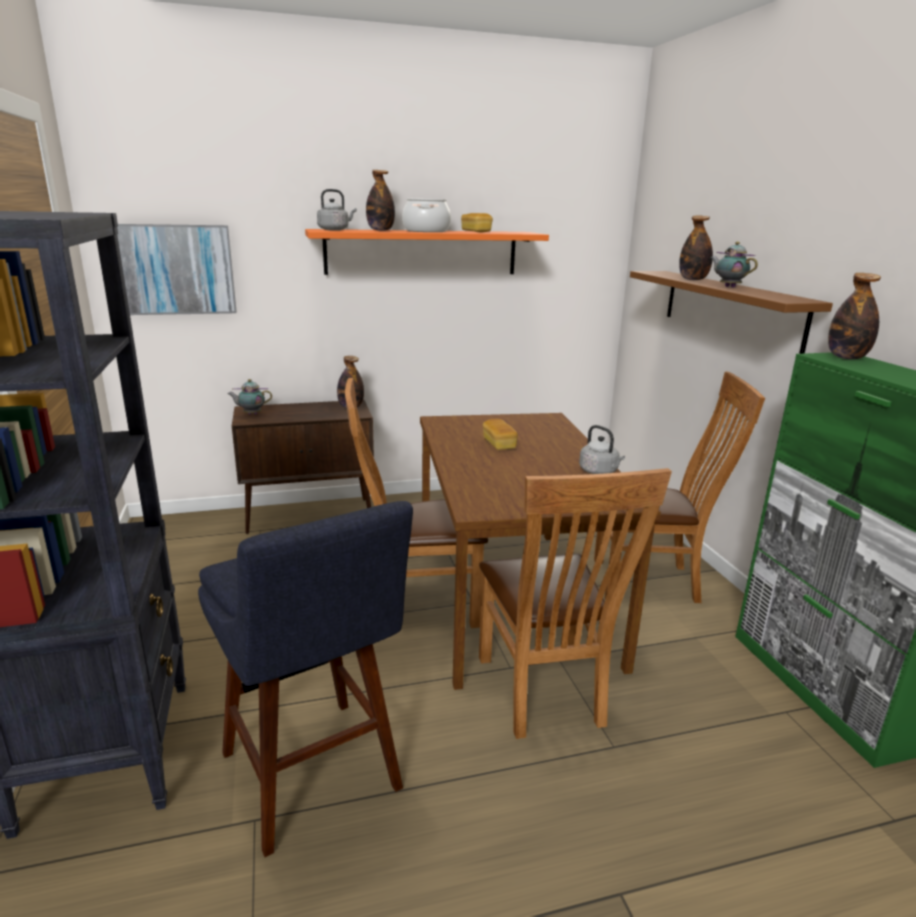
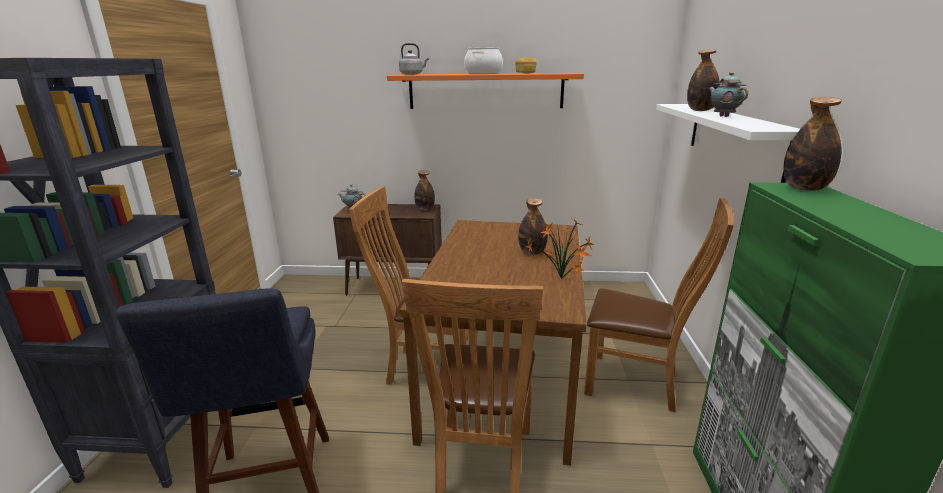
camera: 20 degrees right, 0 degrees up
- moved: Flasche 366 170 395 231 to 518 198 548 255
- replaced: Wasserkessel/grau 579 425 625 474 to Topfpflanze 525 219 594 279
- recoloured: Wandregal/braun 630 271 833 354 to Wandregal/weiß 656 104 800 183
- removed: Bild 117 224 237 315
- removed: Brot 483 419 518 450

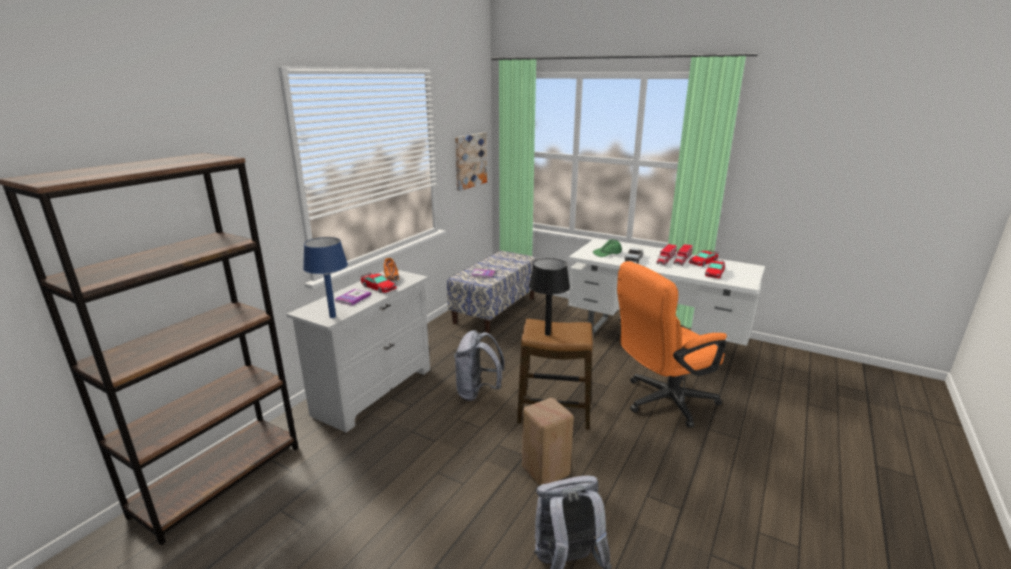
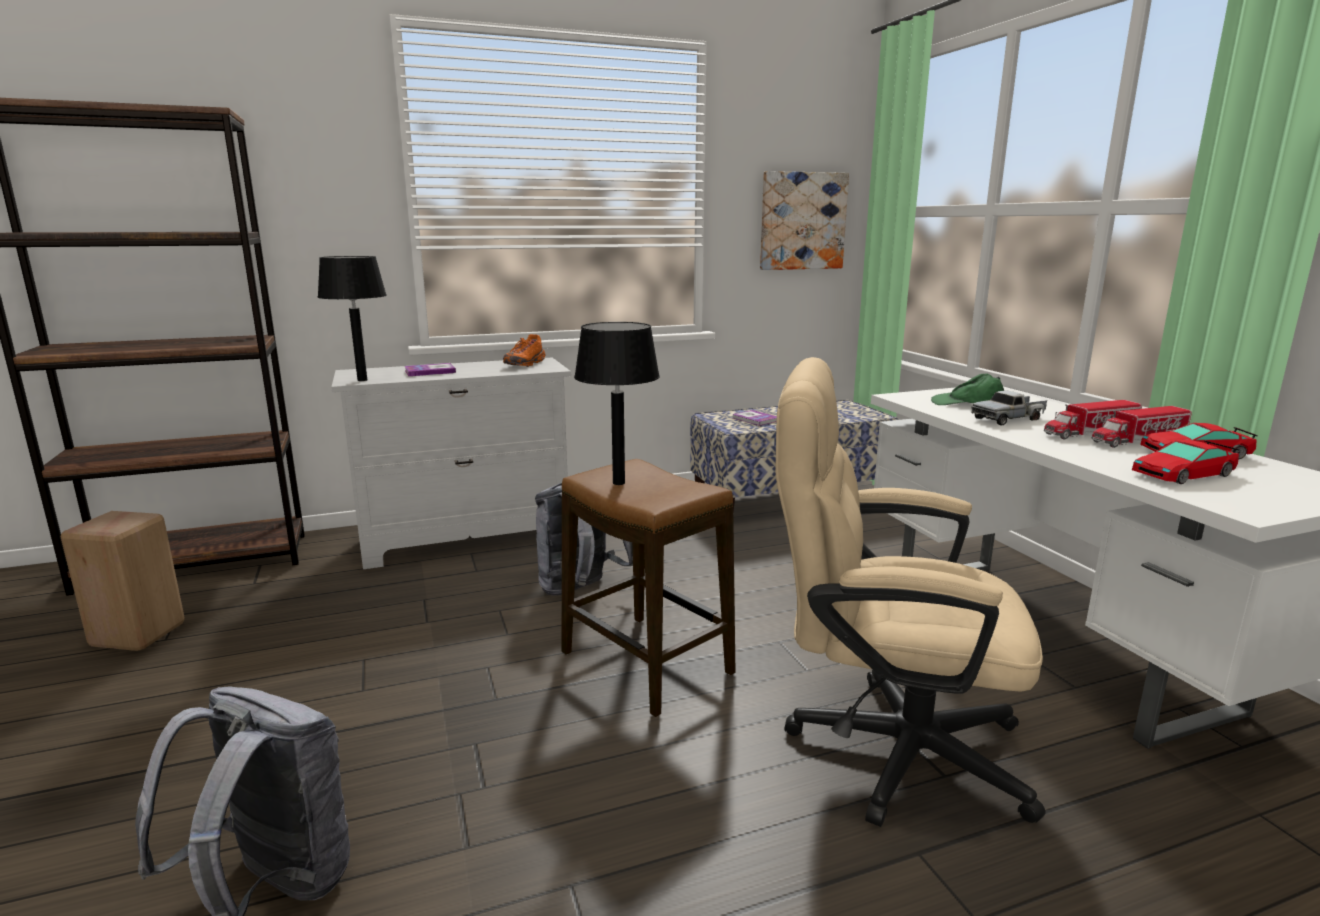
camera: 40 degrees right, 5 degrees down
- moved: Hocker/beige 522 398 574 486 to 61 511 185 651
- recoloured: Tischlampe/blau 303 237 348 318 to Tischlampe/schwarz 317 256 387 381
- recoloured: Bürostuhl/orange 617 261 727 428 to Bürostuhl/beige 776 357 1045 827
- removed: Spielzeugauto 361 272 397 293

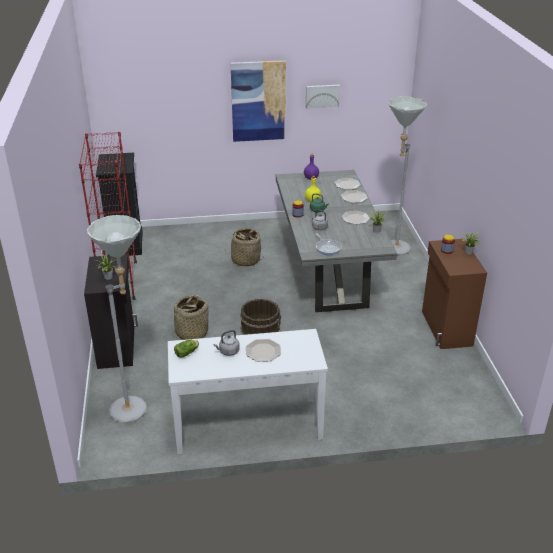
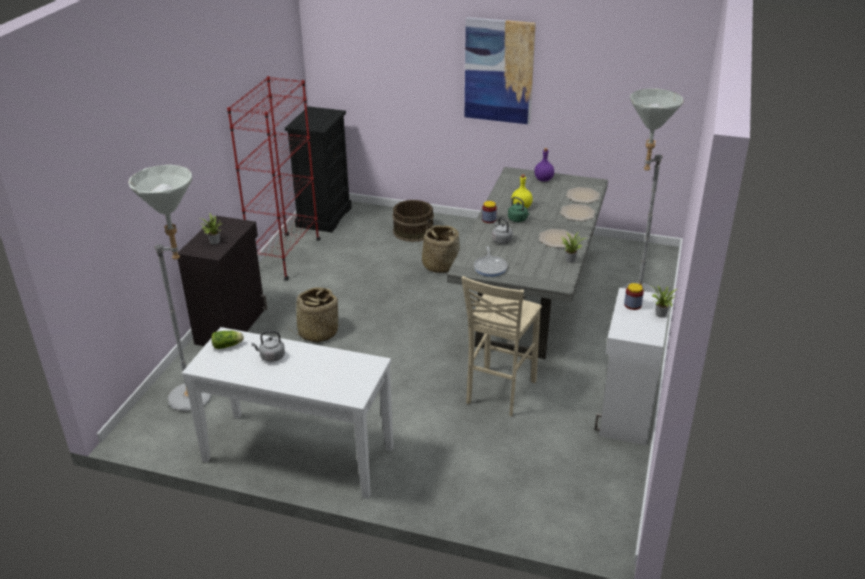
camera: 25 degrees right, 0 degrees up
- moved: Eimer/braun 240 299 281 335 to 392 200 434 242
- added: Hocker/beige 461 276 542 416
- recoloured: Schrank/braun 422 239 487 349 to Schrank/weiß 594 288 671 446
- removed: Teller 246 339 281 362
- removed: Bild 306 85 340 109

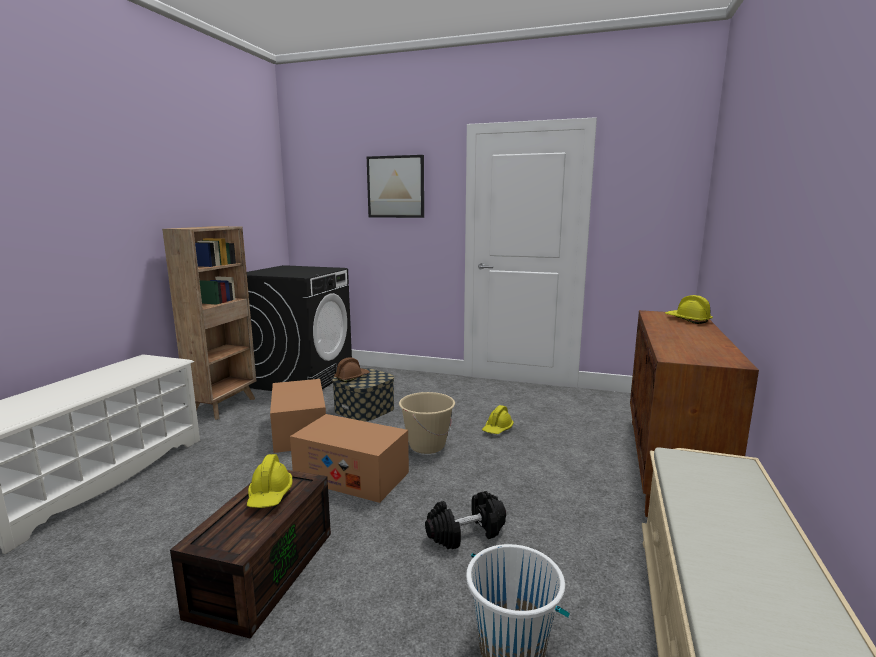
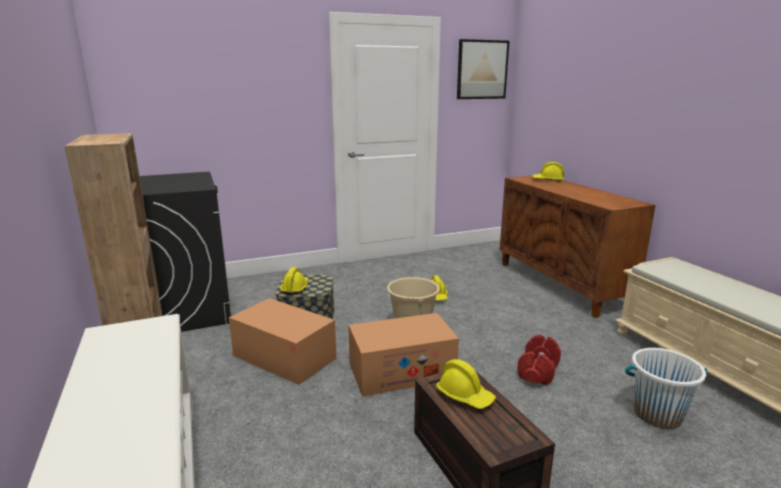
camera: 40 degrees left, 5 degrees up
- recoloured: Schutzhelm/braun 334 357 370 382 to Schutzhelm/gelb 280 267 308 294
- moved: Bild 367 155 424 218 to 457 39 509 99
- recoloured: Hantel/schwarz 425 491 506 549 to Hantel/rot 517 334 561 385

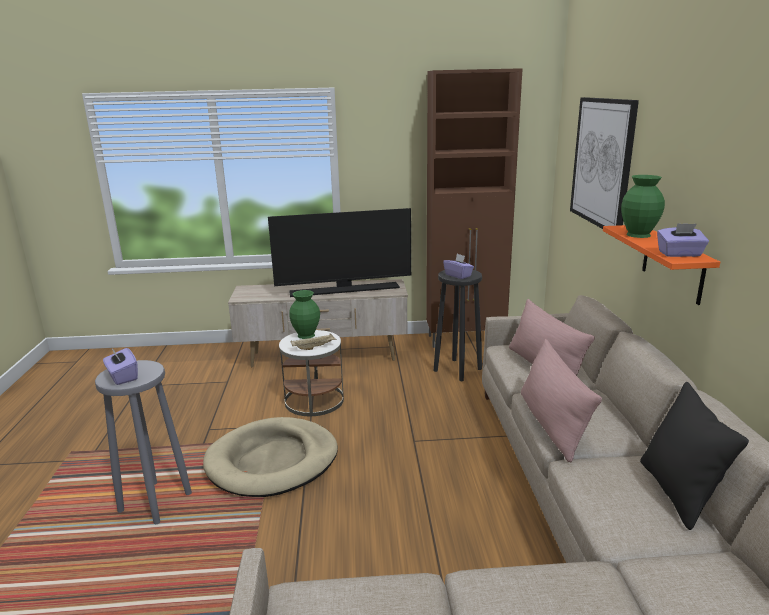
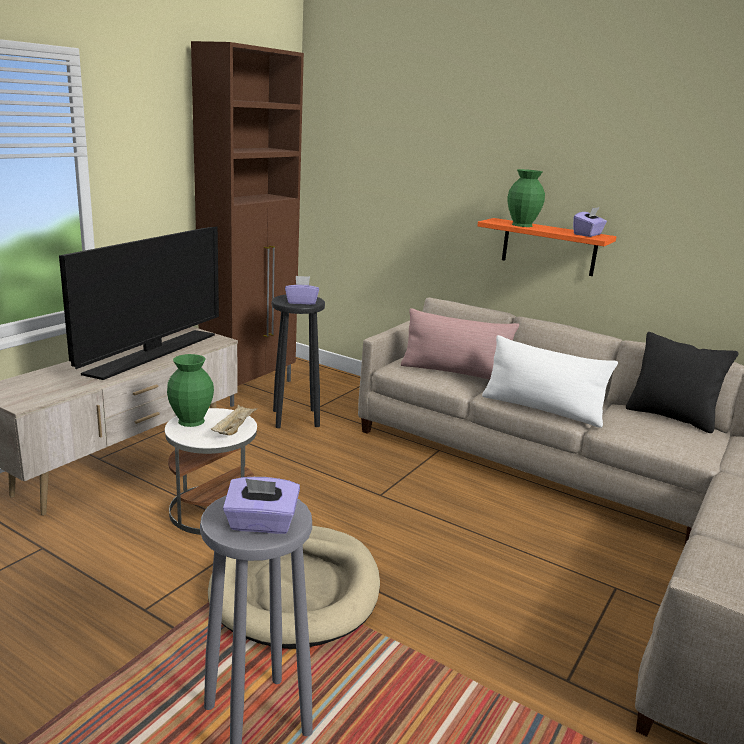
camera: 55 degrees left, 0 degrees up
- recoloured: Kissen/rosa 521 339 602 463 to Kissen/weiß 482 335 618 428
- removed: Bild 570 97 639 229

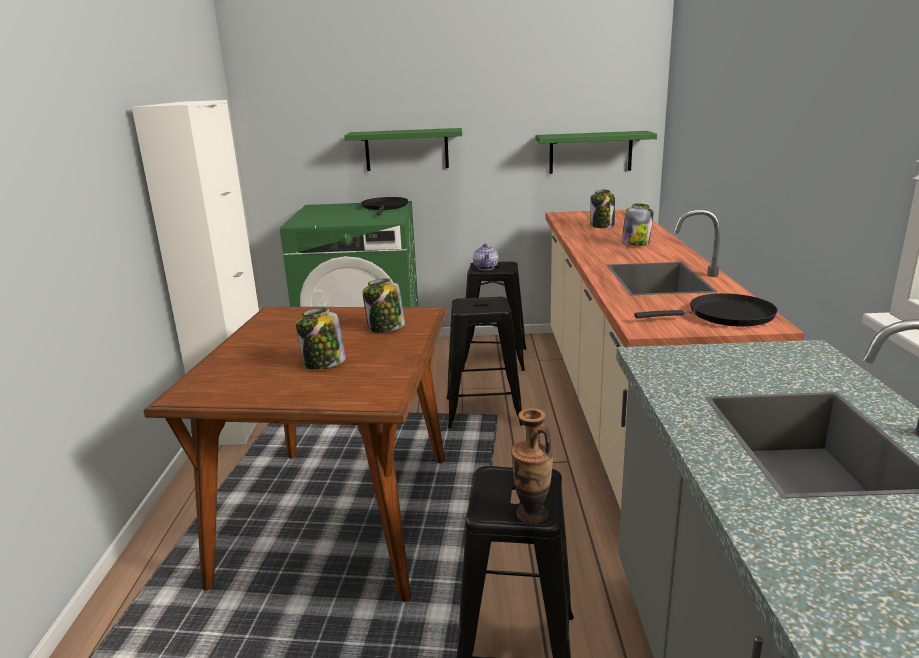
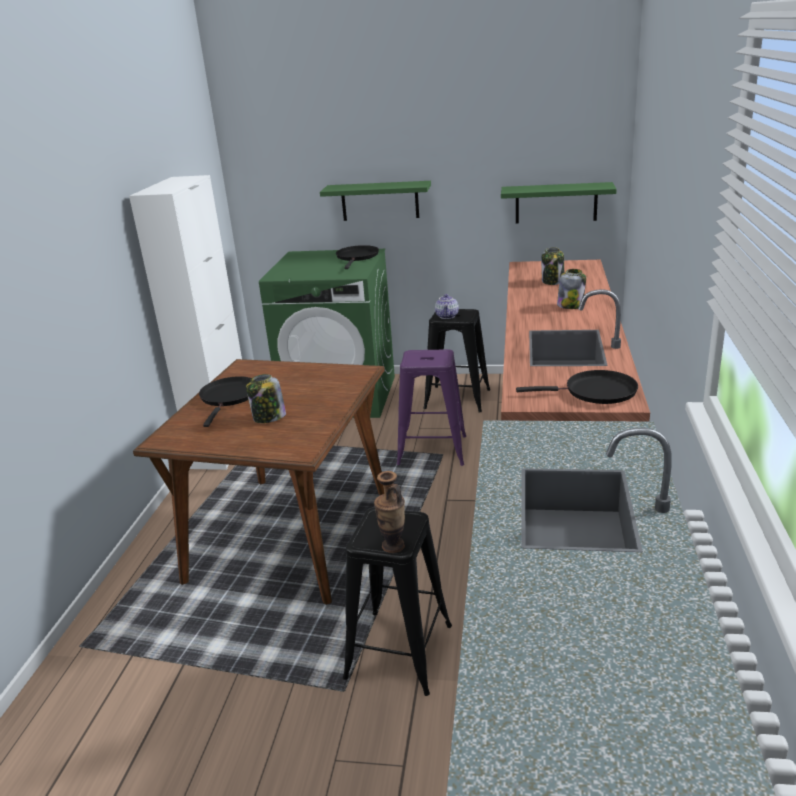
camera: 10 degrees right, 5 degrees up
- added: Pfanne/schwarz 199 376 251 427
- recoloured: Hocker/schwarz 446 297 523 428 to Hocker/lila 397 349 466 466
- removed: Vorratsglas 363 278 405 333

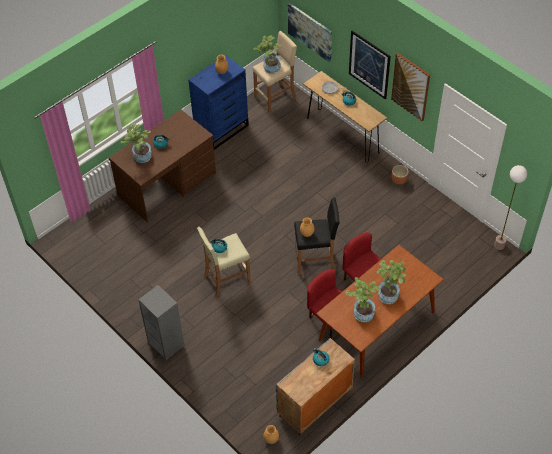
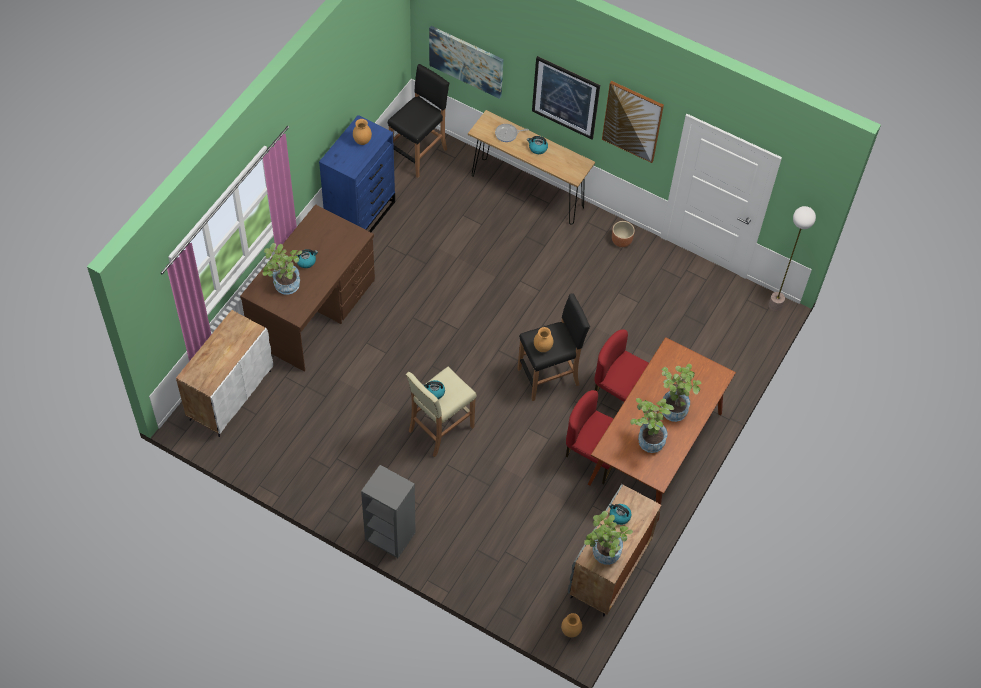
camera: 20 degrees left, 5 degrees up
- added: Schrank/weiß 176 310 273 437
- recoloured: Hocker/beige 252 31 297 113 to Hocker/schwarz 388 64 449 178
- moved: Topfpflanze 253 35 282 74 to 584 511 633 565

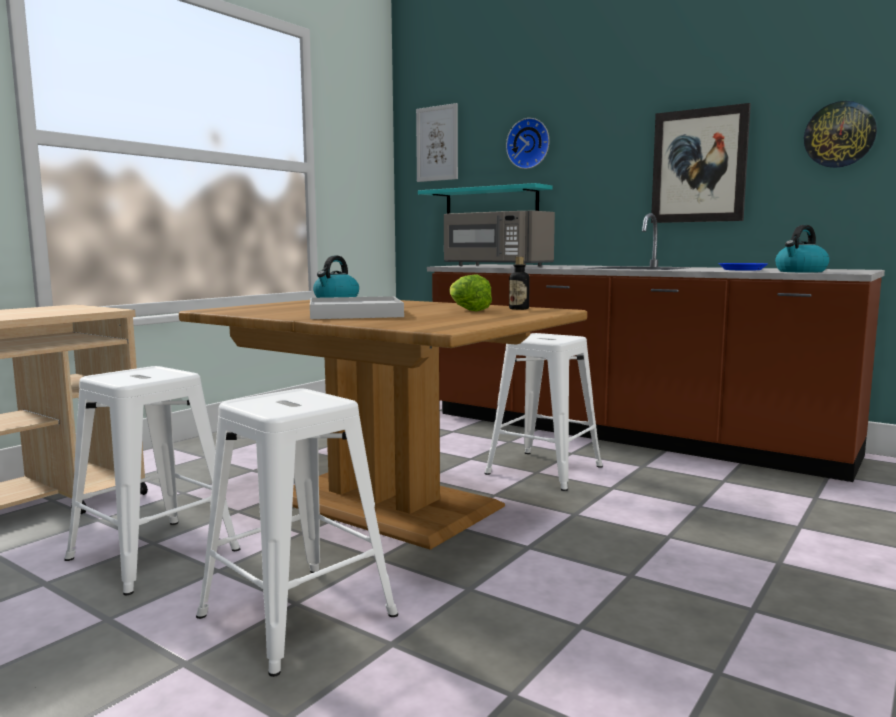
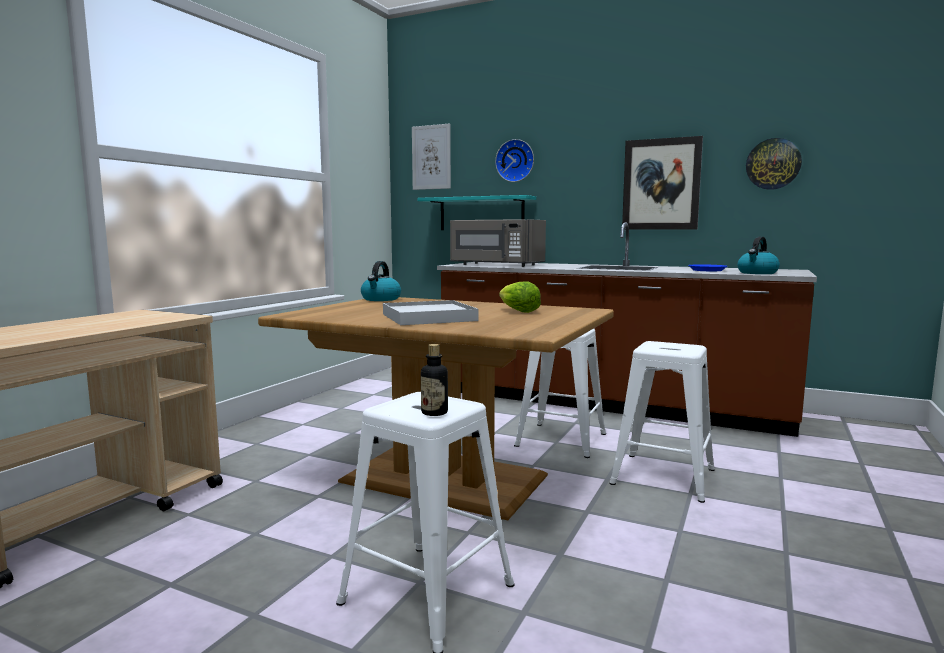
camera: 10 degrees left, 0 degrees up
- moved: Flasche 509 257 530 310 to 421 344 448 416
- moved: Hocker/weiß 64 366 240 595 to 609 341 715 503

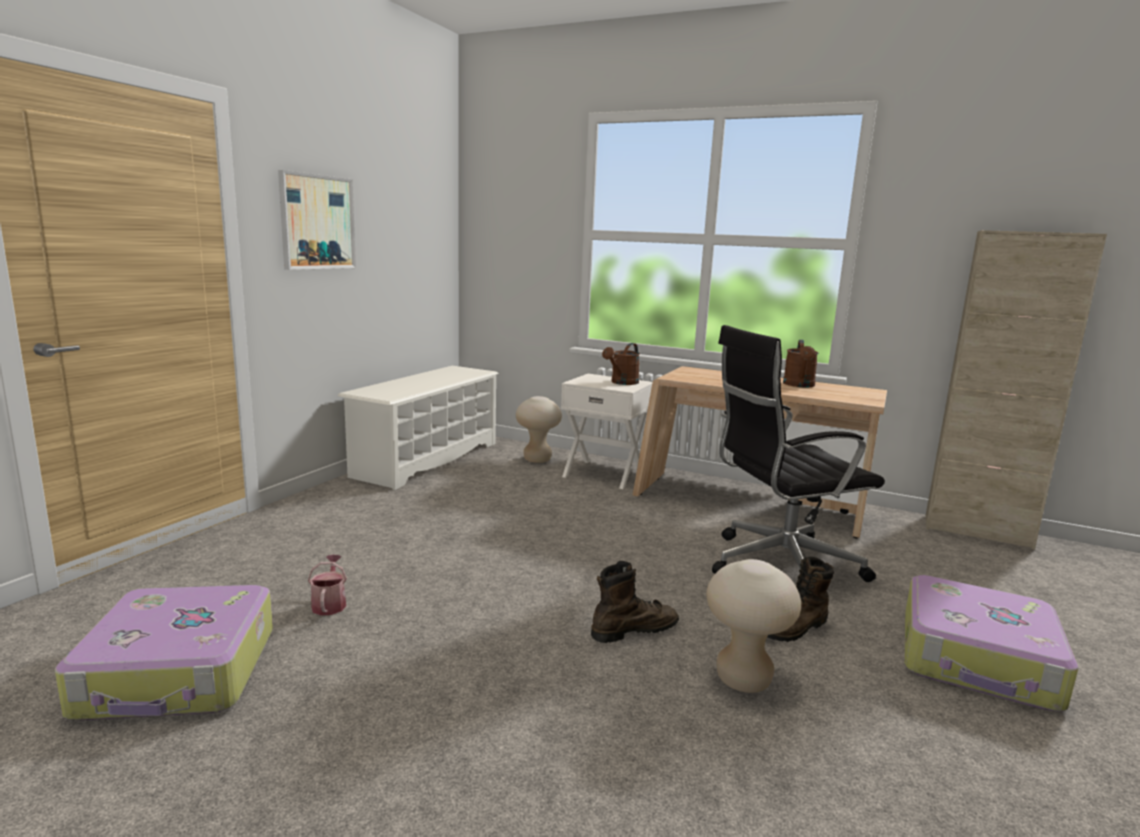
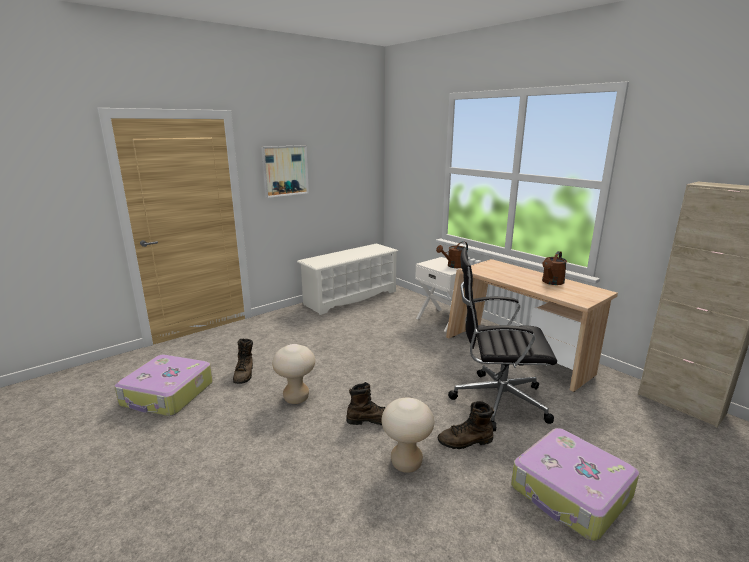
camera: 25 degrees right, 5 degrees up
- replaced: Gießkanne 308 555 347 615 to Stiefel/braun 233 339 253 384
- moved: Hocker/beige 516 396 562 463 to 272 344 315 404

